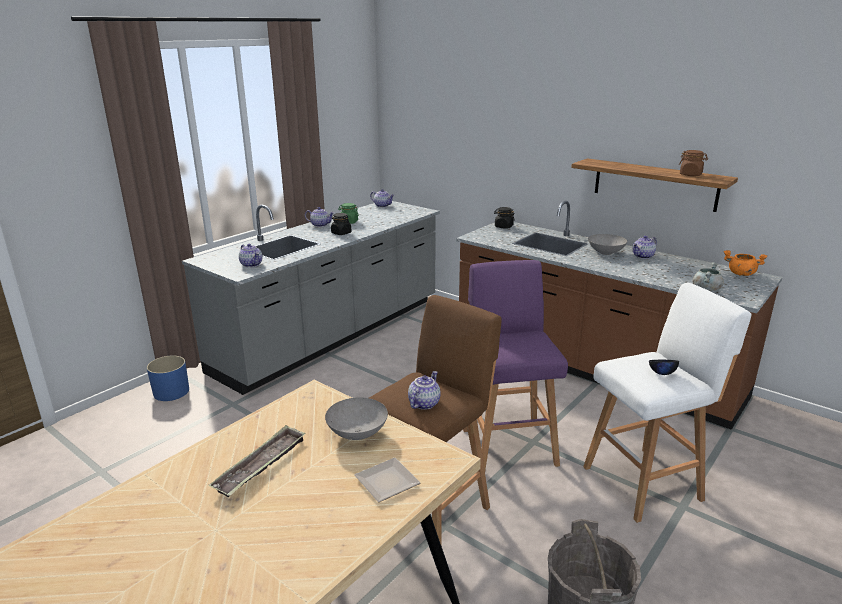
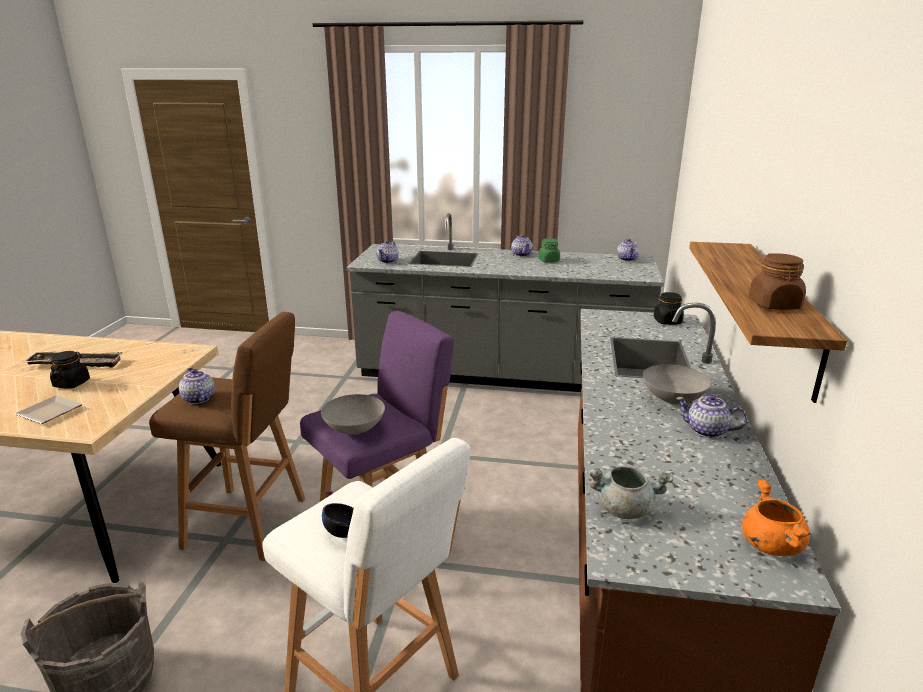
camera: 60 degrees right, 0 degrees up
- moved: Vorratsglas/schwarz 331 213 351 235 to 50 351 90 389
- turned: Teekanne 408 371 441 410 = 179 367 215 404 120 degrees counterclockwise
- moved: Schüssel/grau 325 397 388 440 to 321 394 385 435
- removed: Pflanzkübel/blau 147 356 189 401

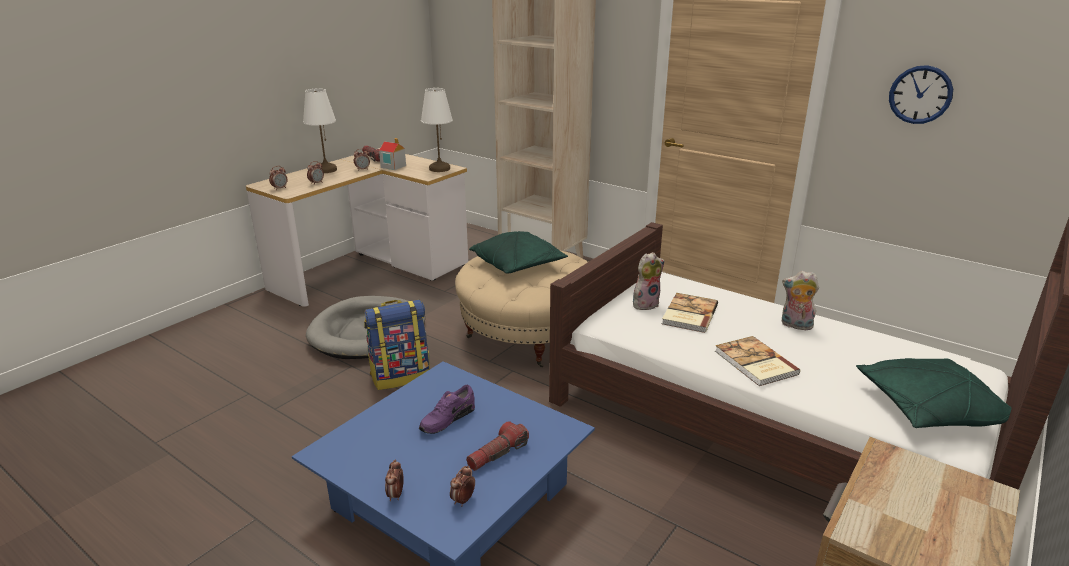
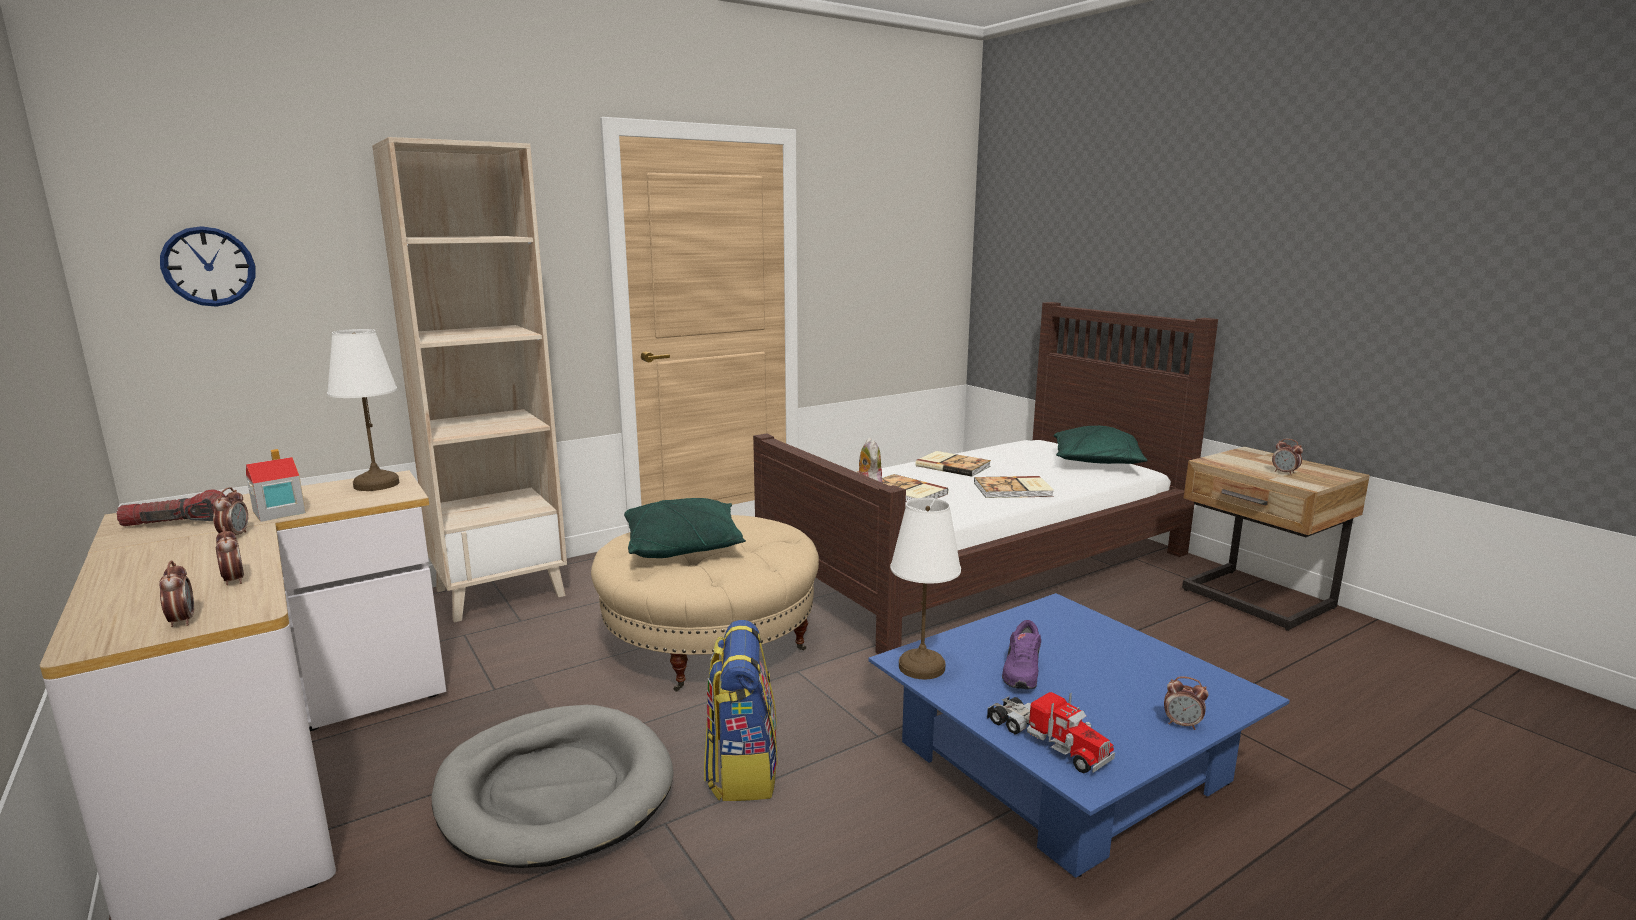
camera: 70 degrees left, 10 degrees down
- moved: Wanduhr 889 65 953 124 to 160 226 255 307
- moved: Tischlampe/weiß 303 89 337 173 to 890 498 961 679
- replaced: Plüschtier 782 271 819 330 to Buch 915 451 991 477
- added: Spielzeuglaster 987 692 1115 773
- turned: Schuh/lila 419 385 475 434 = 1002 620 1041 689 45 degrees clockwise
- moved: Wecker 450 466 475 506 to 1272 439 1303 475
- removed: Taschenlampe 466 421 529 471

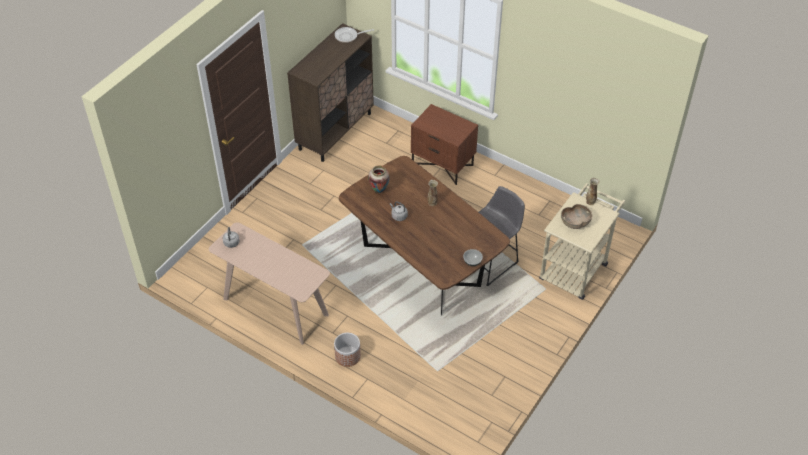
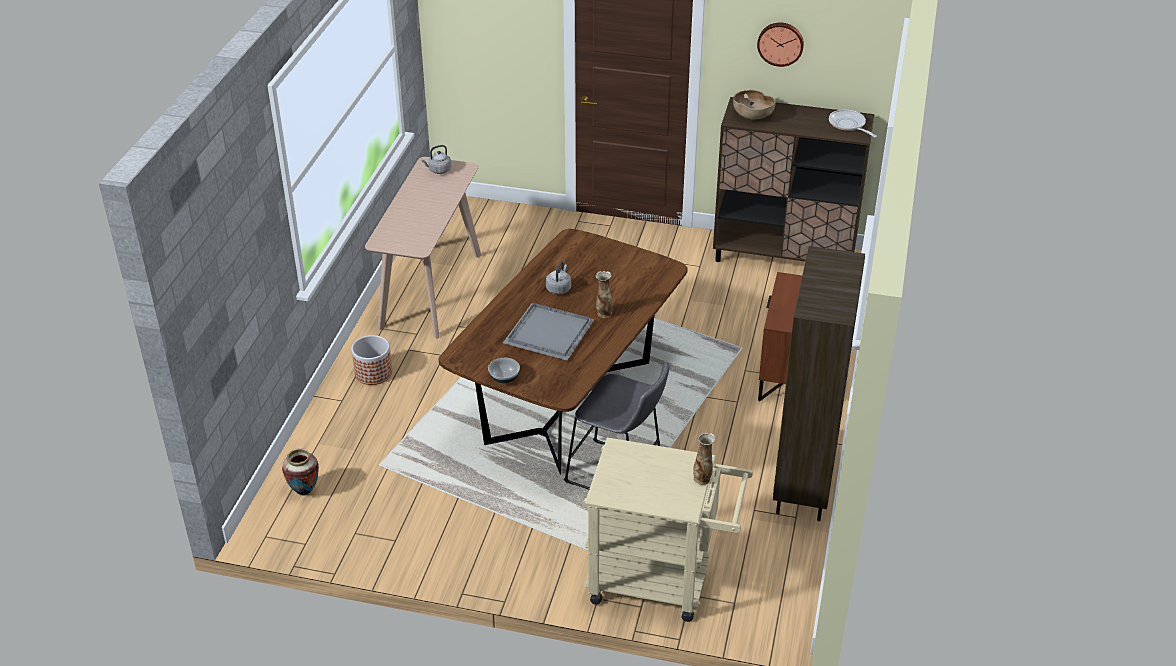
camera: 70 degrees right, 10 degrees down
- moved: Vase 368 165 390 193 to 282 448 319 496
- added: Tablett/grau 503 303 595 360
- moved: Schüssel/braun 561 204 592 229 to 733 90 776 120
- added: Wanduhr 757 23 804 67
- added: Bücherregal/braun 773 246 865 521

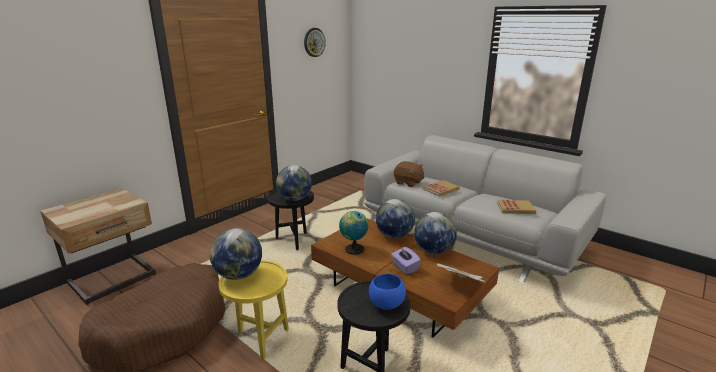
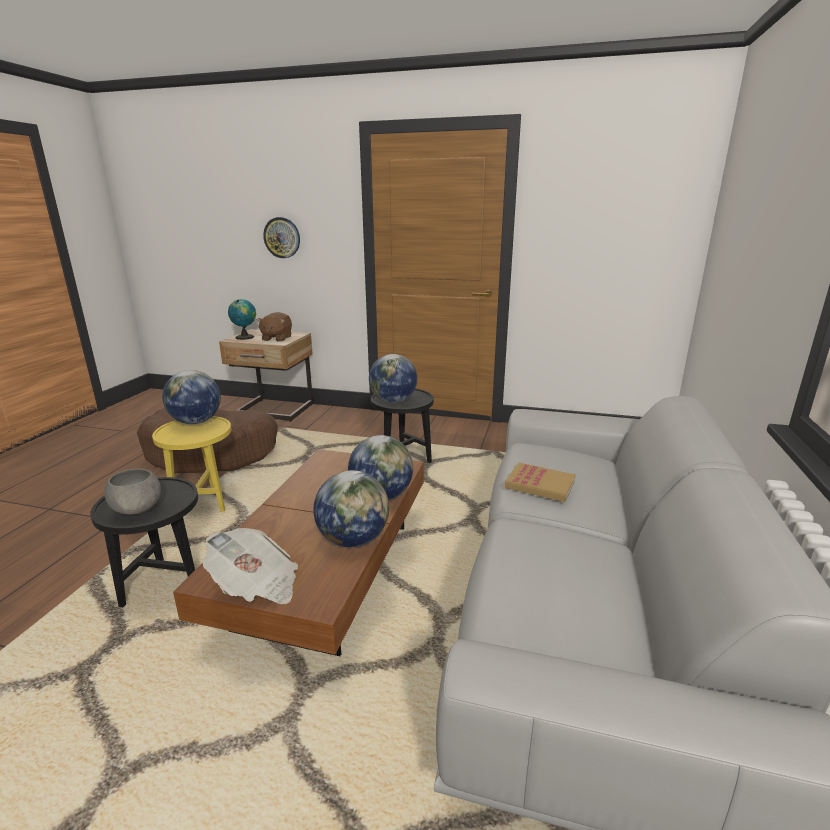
camera: 65 degrees right, 0 degrees up
- recoloured: Schüssel/blau 369 274 406 310 to Schüssel/grau 104 469 161 515
- moved: Globus 339 211 368 255 to 228 299 256 340
- moved: Plüschtier/braun 394 161 425 187 to 257 312 292 342
- moved: Wanduhr 304 28 326 57 to 263 217 300 258
- removed: Taschentuchbox/lila 391 247 421 275
- removed: Buch 497 200 536 214

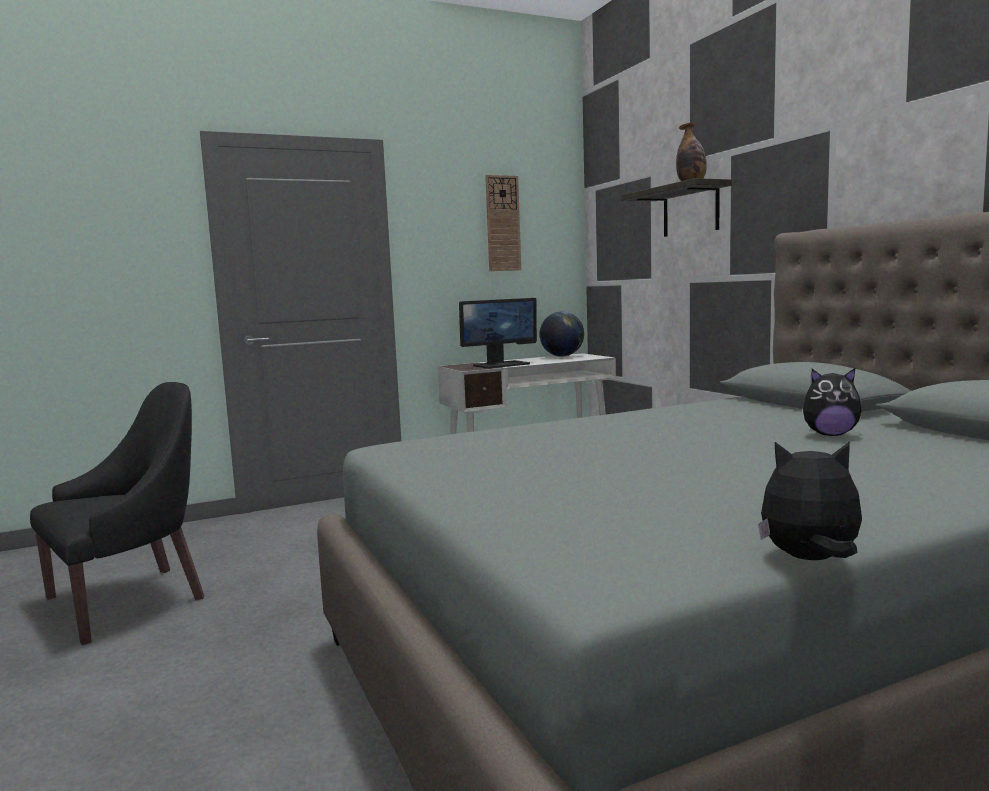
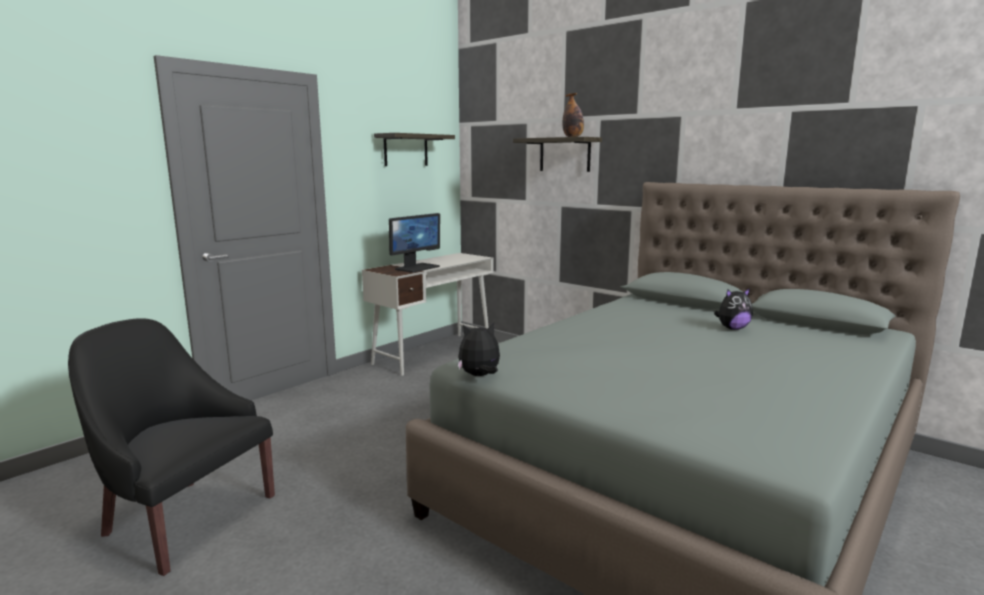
camera: 25 degrees left, 5 degrees up
- turned: Sessel/schwarz 30 382 204 645 = 68 318 275 576 90 degrees counterclockwise
- replaced: Wanduhr 485 175 521 271 to Wandregal 374 133 455 166
- moved: Plüschtier 758 442 862 560 to 458 323 500 376
- removed: Globus 540 311 584 357

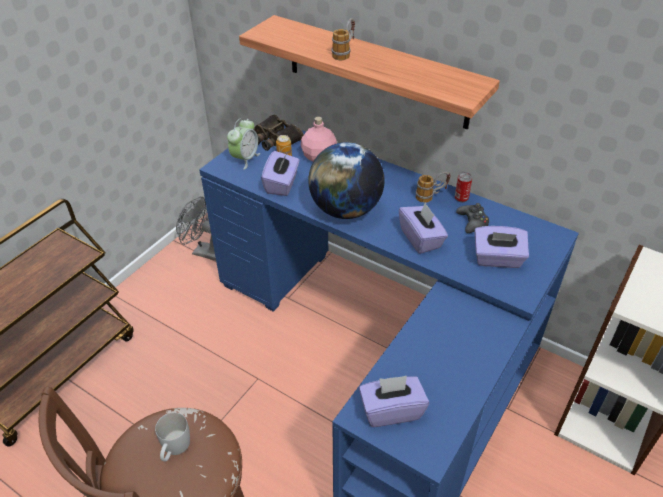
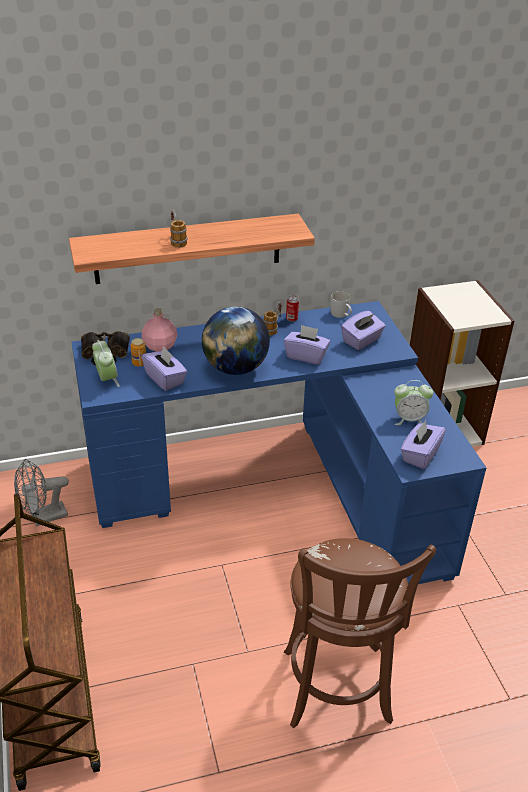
camera: 50 degrees left, 5 degrees down
- moved: Henkelbecher/weiß 155 412 190 462 to 330 291 352 318
- added: Wecker 394 380 433 425
- removed: Gamepad/schwarz 456 203 489 233

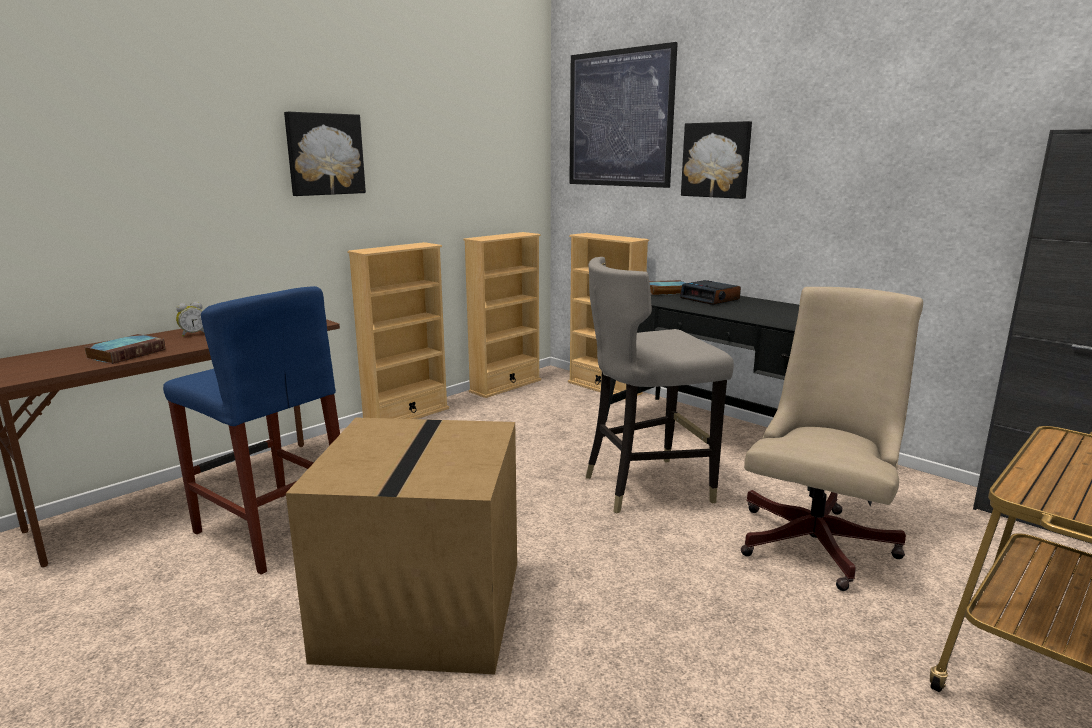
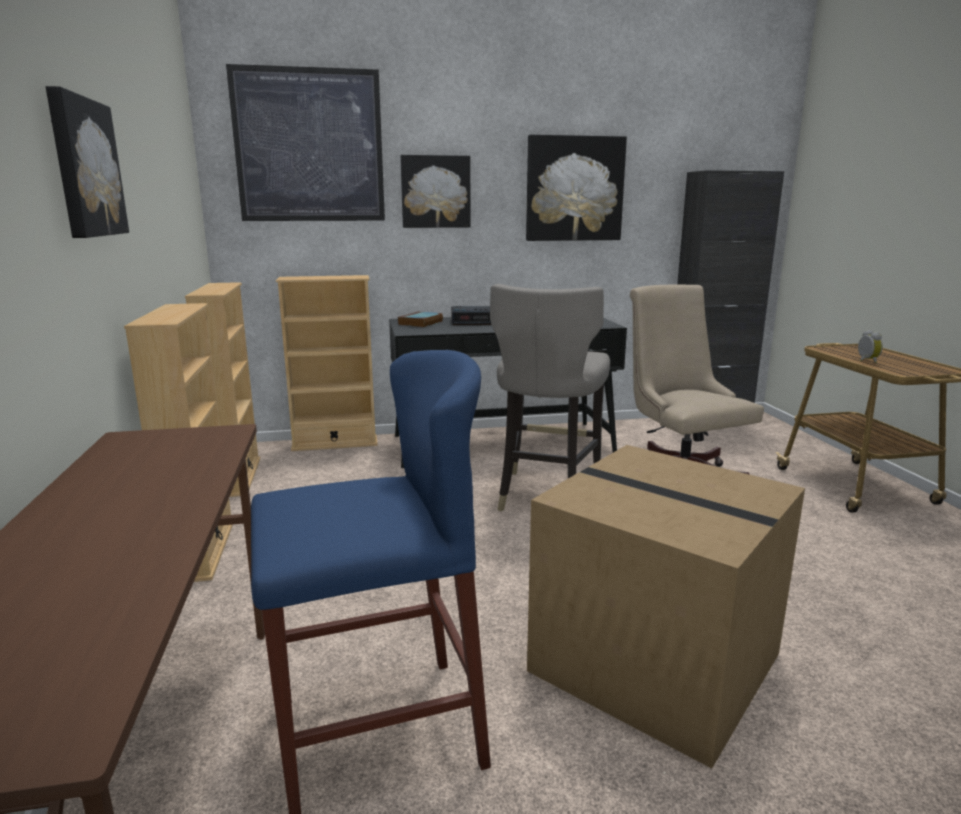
camera: 55 degrees left, 0 degrees up
- added: Bild 526 134 627 241
- moved: Wecker 176 301 204 337 to 858 330 883 363
- removed: Buch 85 334 165 364

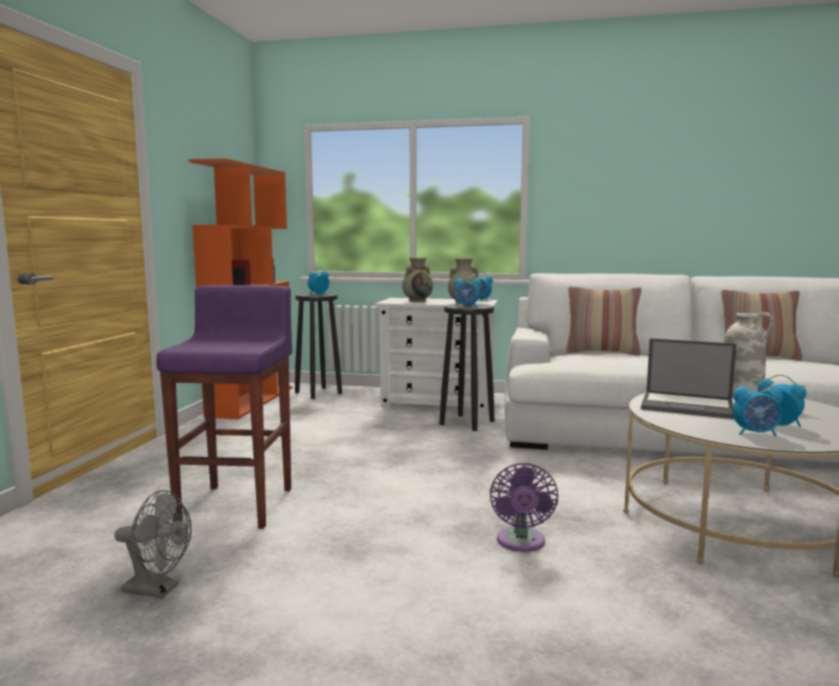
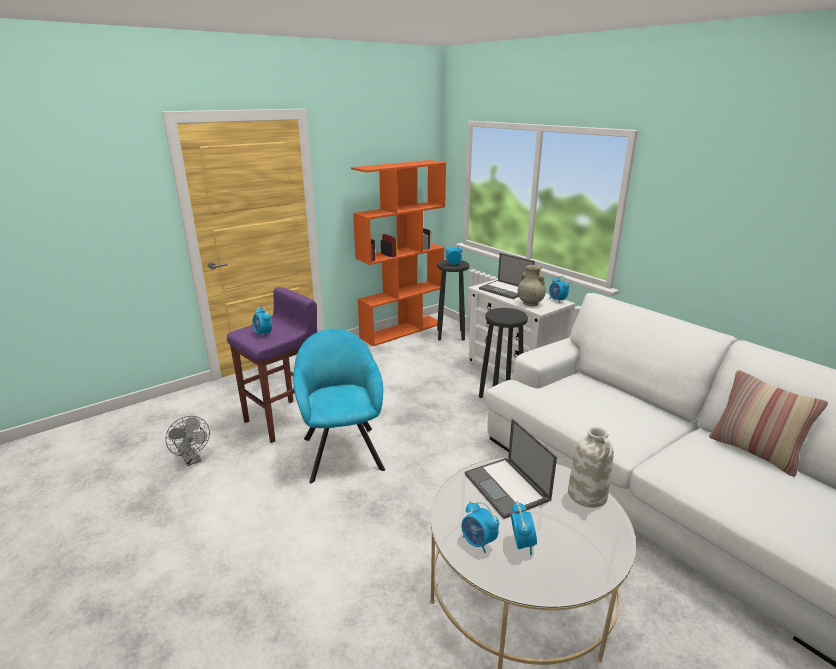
camera: 40 degrees right, 15 degrees up
- moved: Wecker 454 274 481 307 to 252 306 272 338
- added: Sessel/türkis 293 329 385 483
- replaced: Vase/beige 402 258 433 302 to Laptop 479 253 535 299
- removed: Ventilator/lila 490 463 558 552
- removed: Kissen 565 286 641 356

